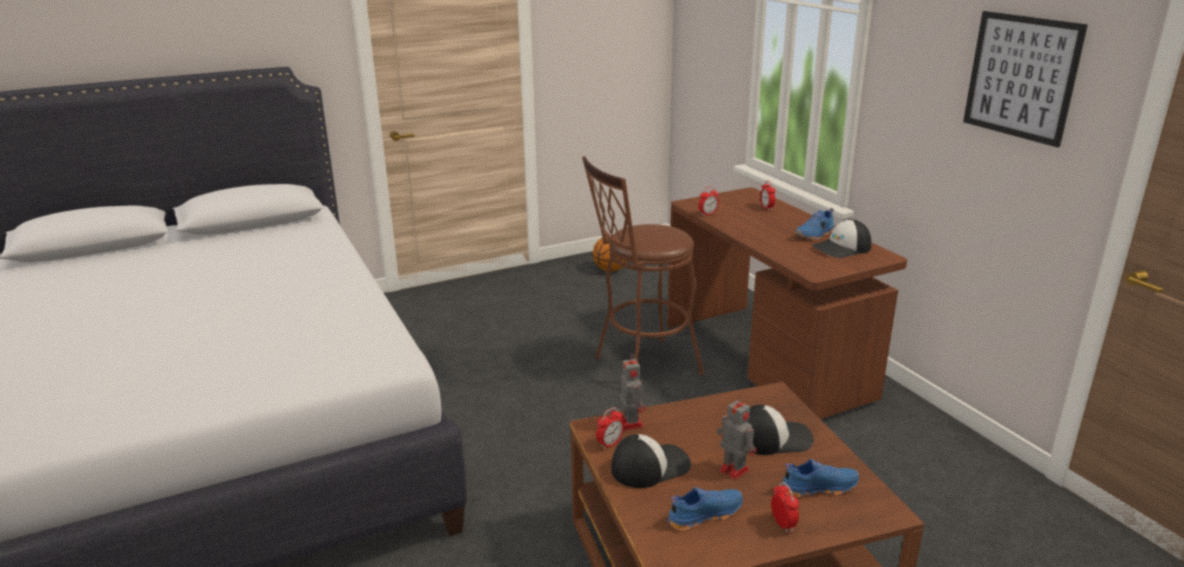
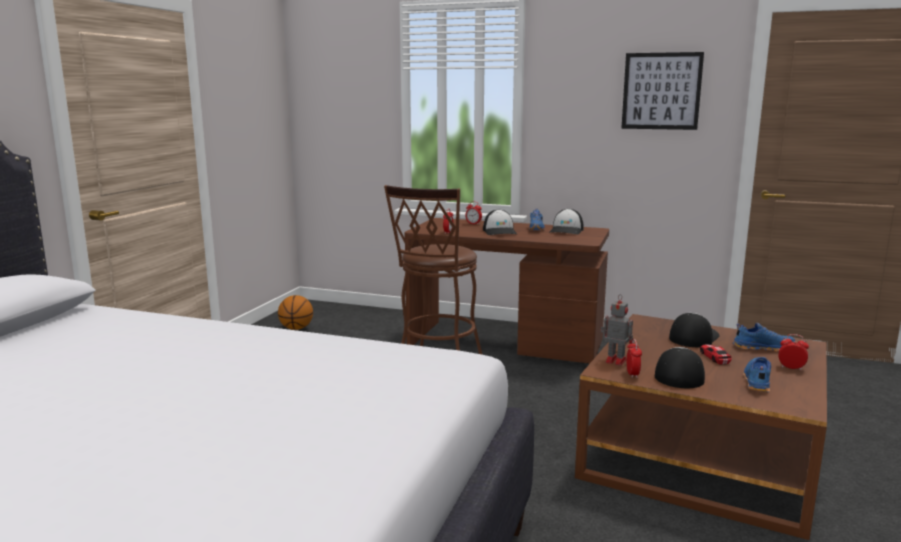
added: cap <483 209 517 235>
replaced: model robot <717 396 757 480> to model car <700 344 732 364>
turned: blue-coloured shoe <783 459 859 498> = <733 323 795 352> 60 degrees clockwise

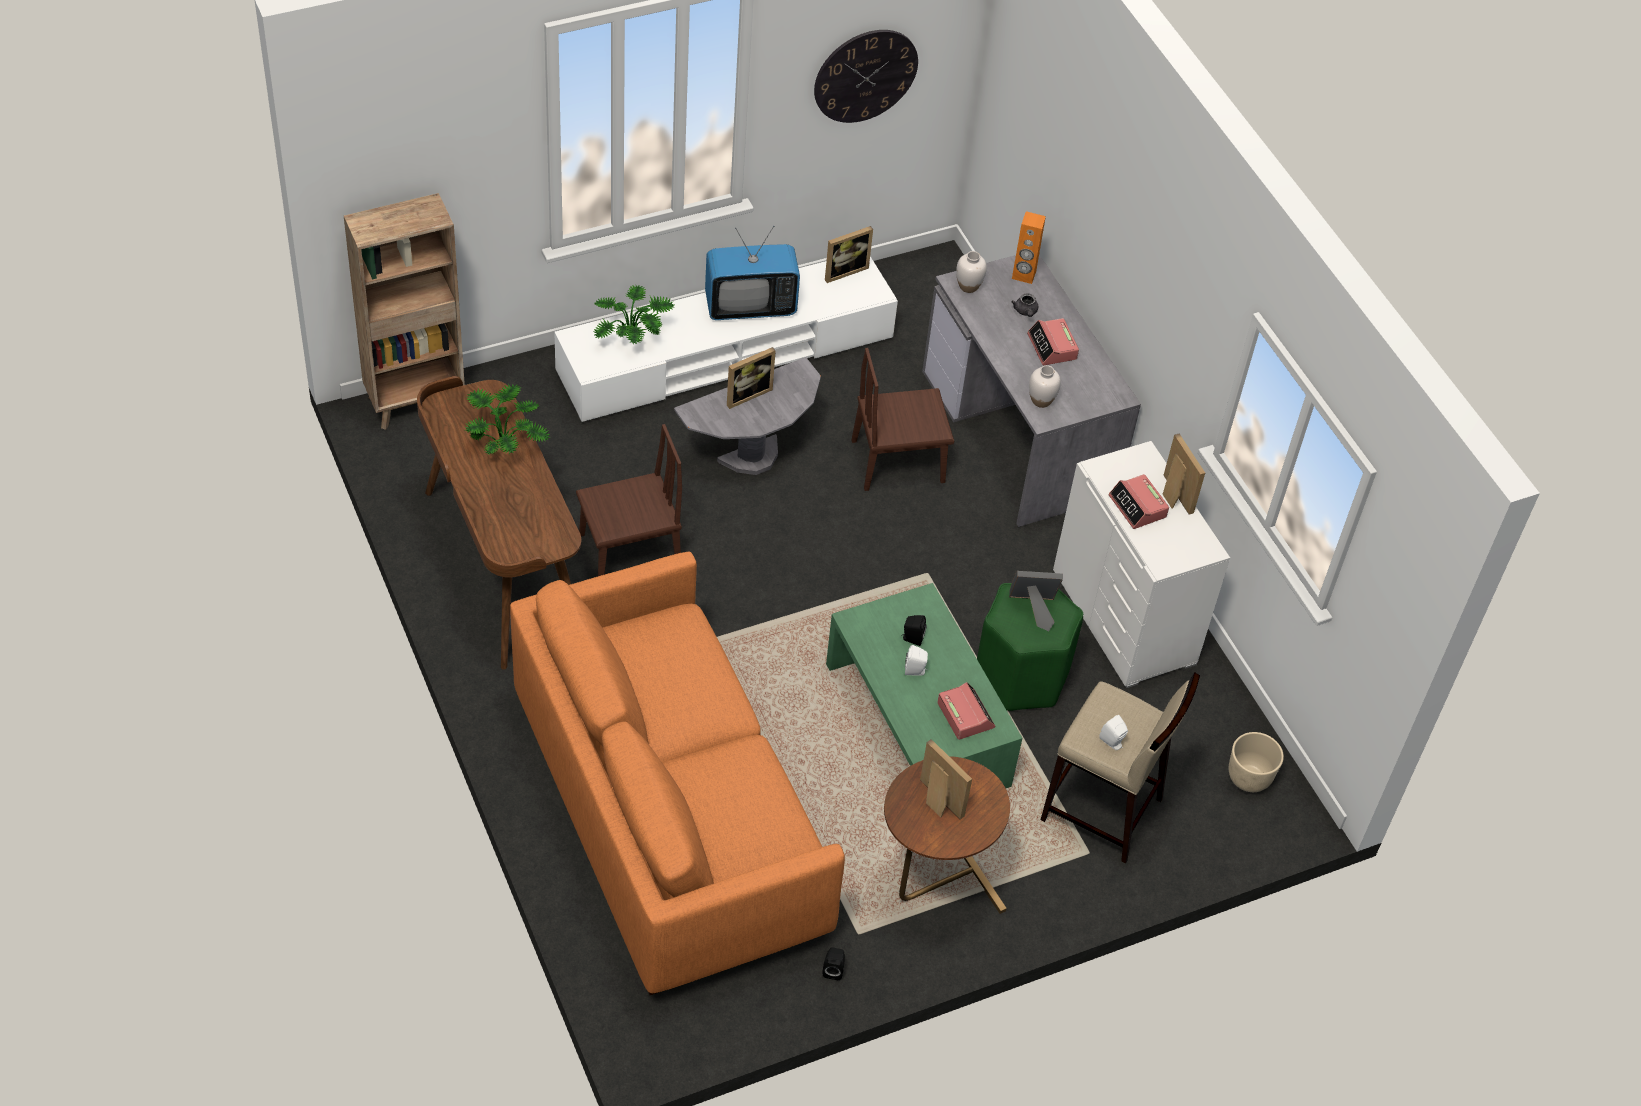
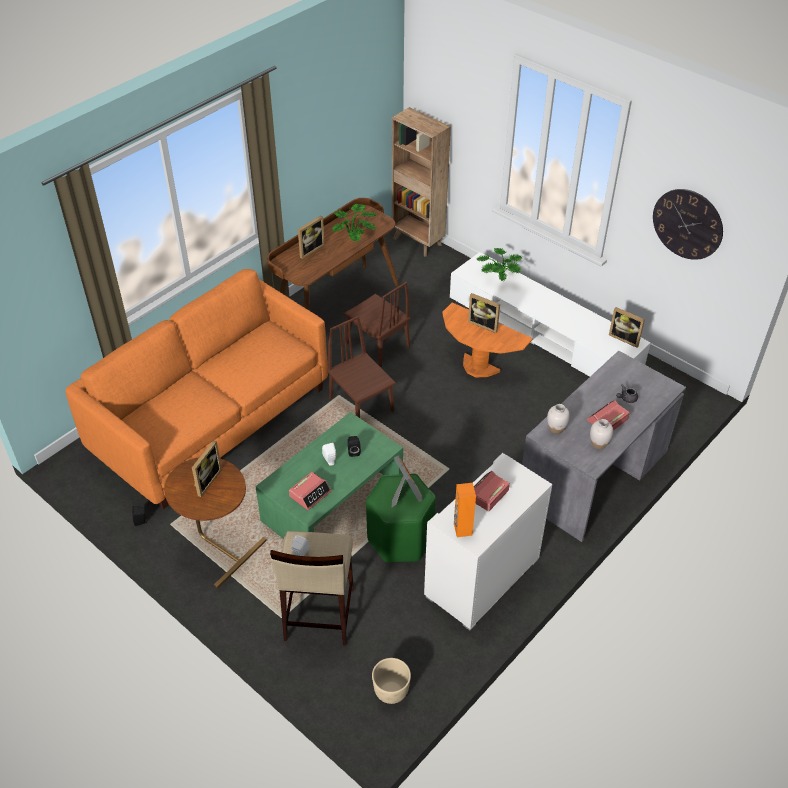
removed: TV <705 226 800 320>
moved: picture frame <1163 434 1205 515> to <298 216 325 259>; brown-coloured plain chair <852 348 954 491> to <327 316 396 418>; orange-coloured loudspeaker <1012 211 1046 284> to <454 483 476 537>; white vase <956 251 987 293> to <590 419 613 449>
recoloured: gray end table <674 357 821 475> to orange-coloured end table <442 302 533 377>

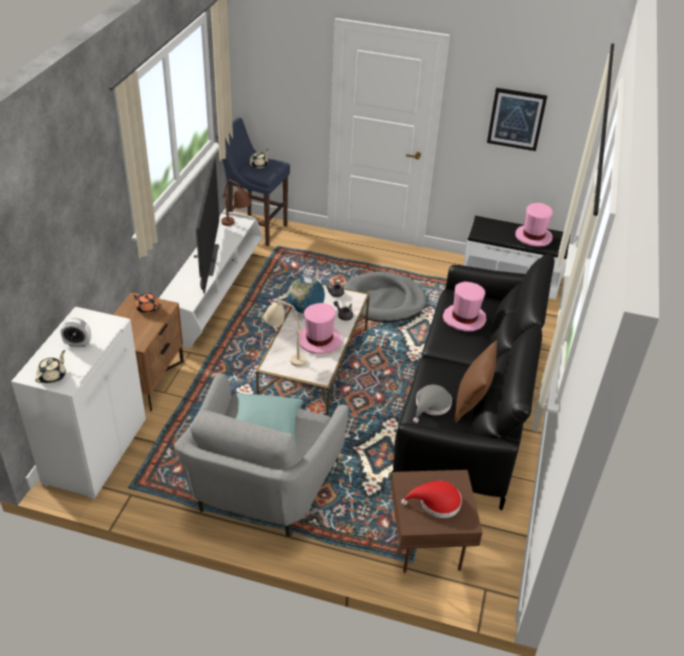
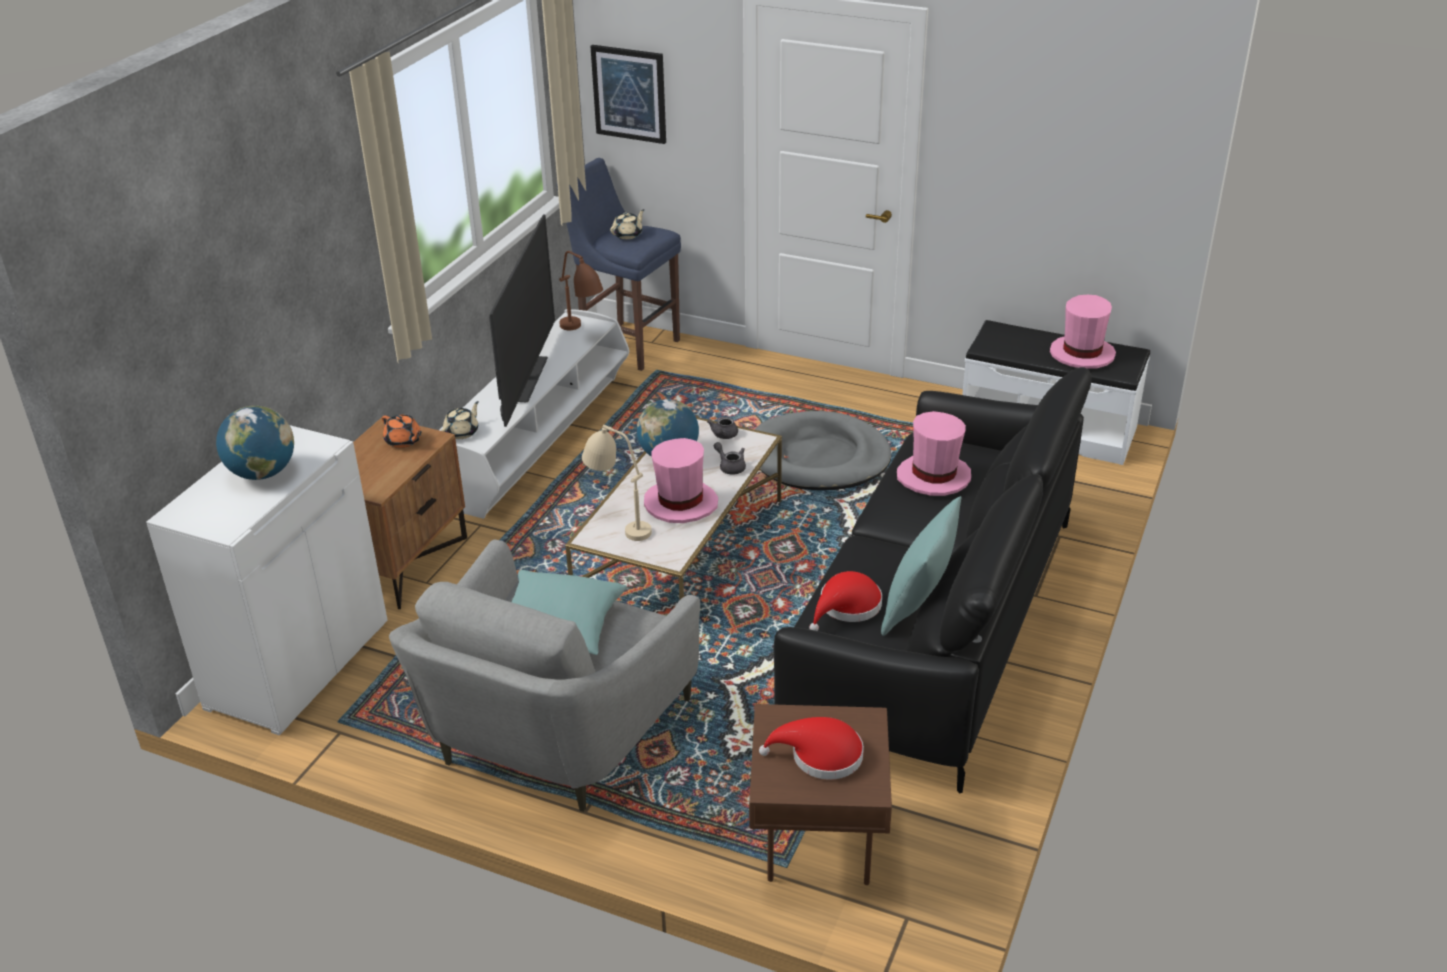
moved: beige-coloured teapot <35 350 66 384> to <442 401 479 439>; picture <487 88 547 151> to <590 45 666 144>
replaced: alarm clock <61 318 91 347> to desk globe <216 406 294 480>
recoloured: gray clothing hat <413 385 452 423> to red clothing hat <809 571 882 631>; brown-coloured throw pillow <454 341 497 423> to blue-green throw pillow <881 496 962 636>

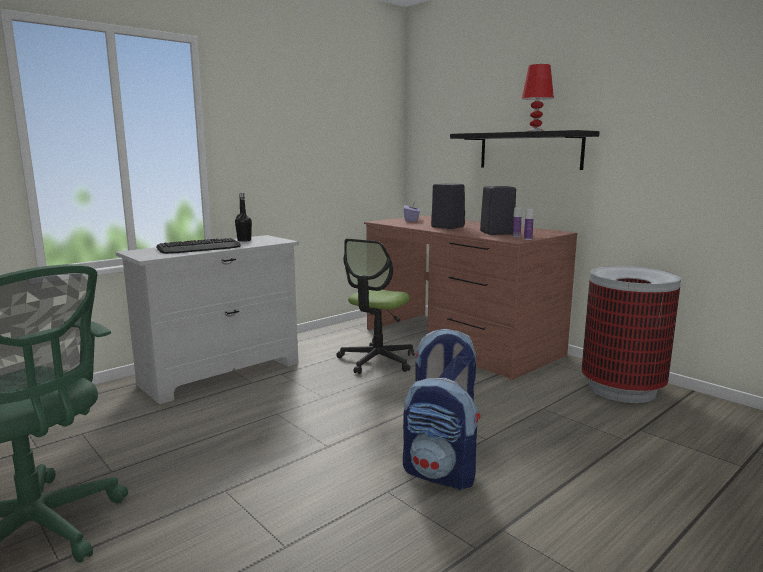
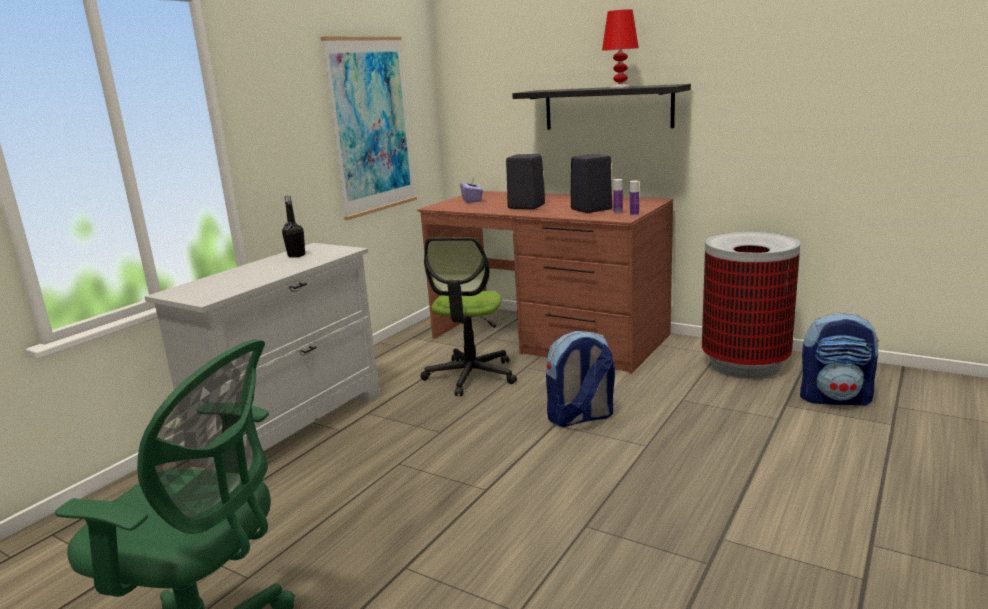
removed: keyboard <156 238 241 254>
added: picture <321 37 417 220>
moved: backpack <403 378 480 490> to <800 312 879 406>

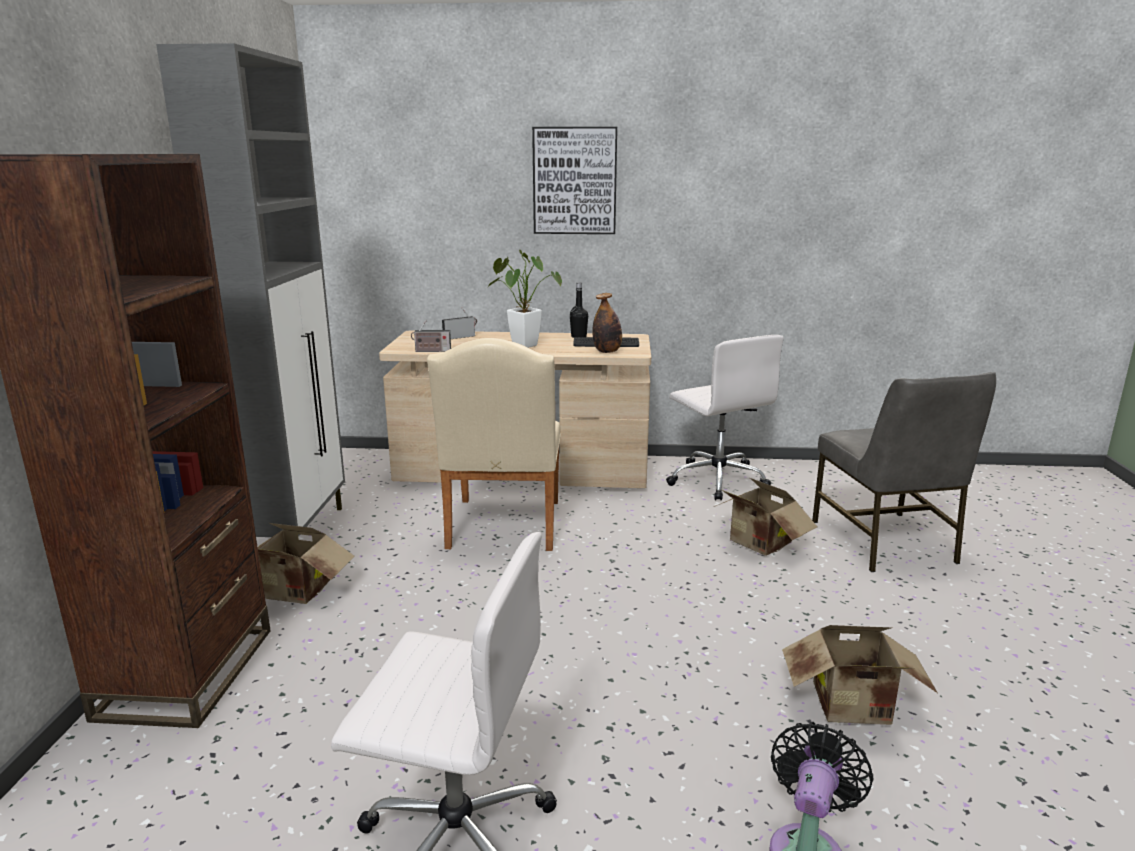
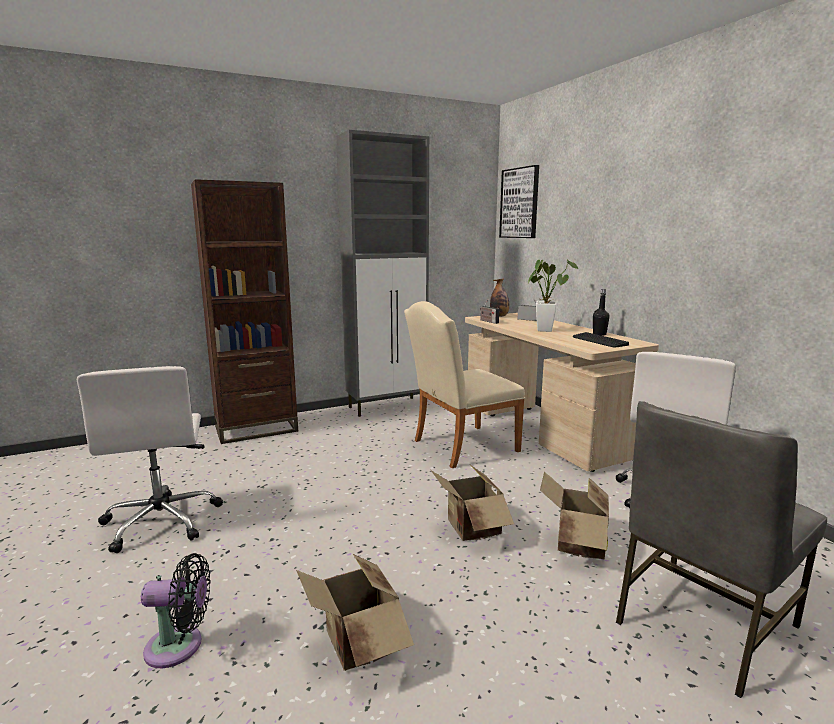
moved: carton <258 523 355 604> to <431 465 514 541>; beverage bottle <592 293 622 353> to <490 279 509 317>; picture <532 127 617 234> to <499 165 539 238>

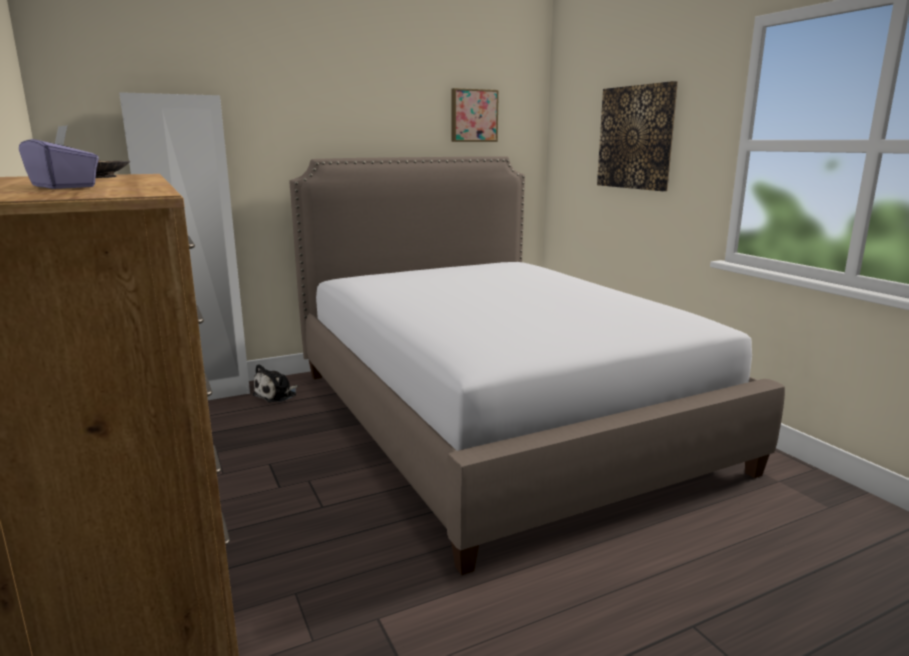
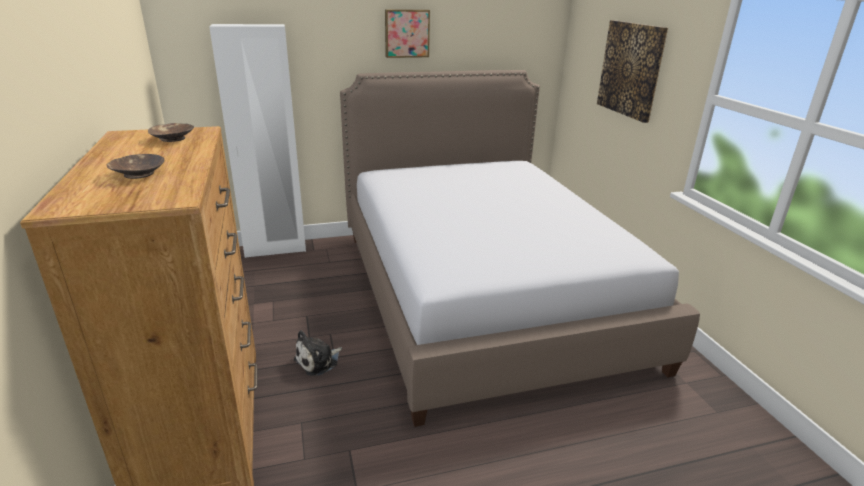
moved: cuddly toy <252 364 298 402> to <294 330 342 376>; picture <452 88 499 142> to <385 9 430 58>
replaced: purplish tissue holder <19 125 99 189> to brown-coloured deep dish <107 154 164 179>

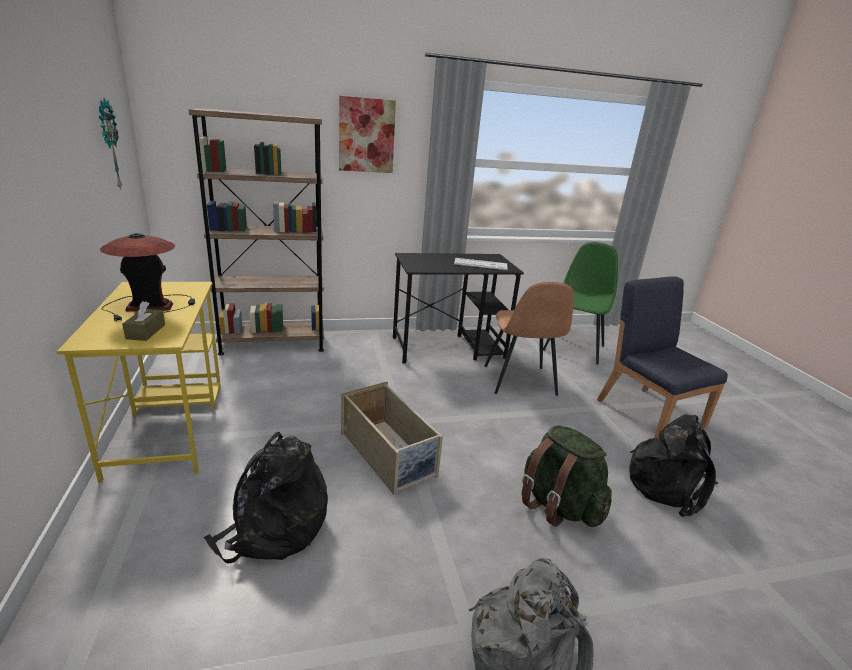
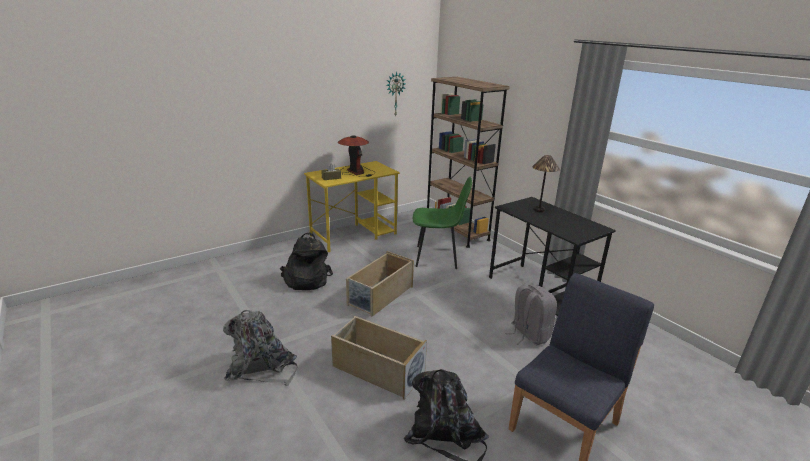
removed: picture <339 96 396 173>; keyboard <454 258 508 270>
added: tabletop lamp <532 155 560 212>
moved: green-coloured plain chair <543 242 618 364> to <413 176 472 269>
replaced: green-coloured backpack <521 425 612 527> to beige-coloured storage box <331 316 427 400>; brown-coloured plain chair <485 282 574 396> to gray backpack <505 285 557 345>

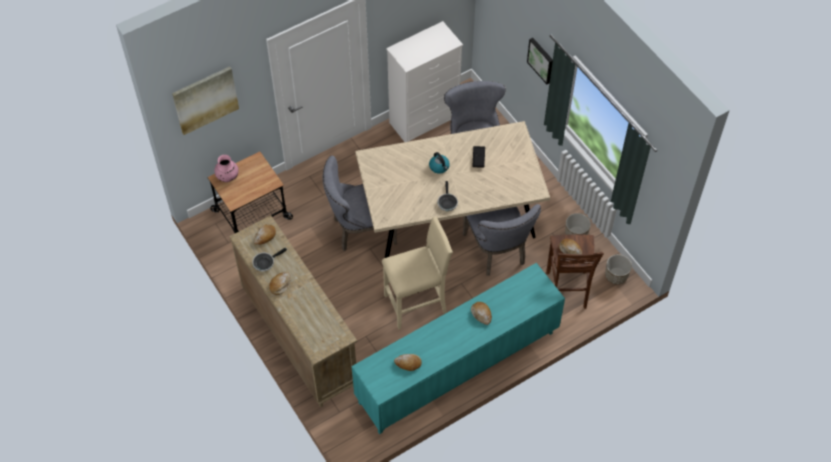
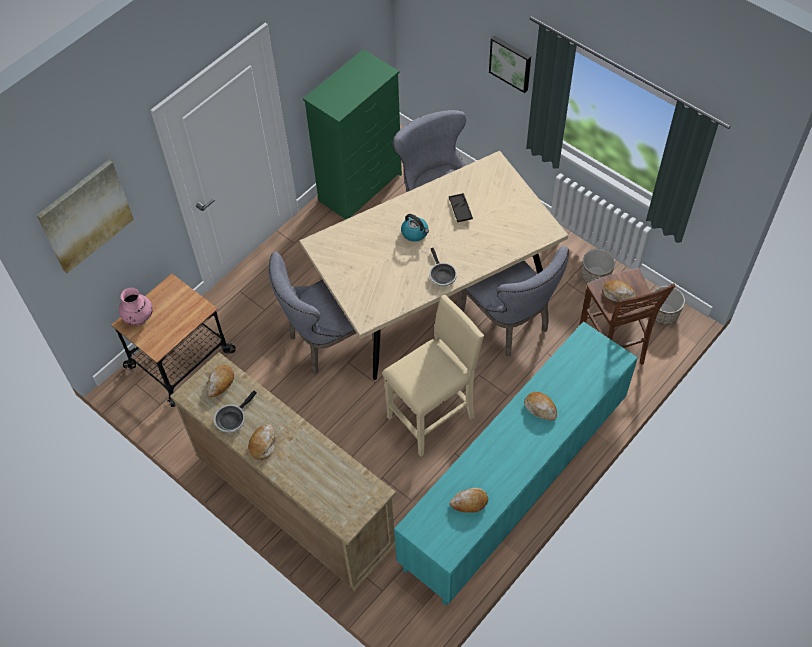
recoloured: white chest of drawers <386 21 463 142> to green-coloured chest of drawers <303 49 402 219>

